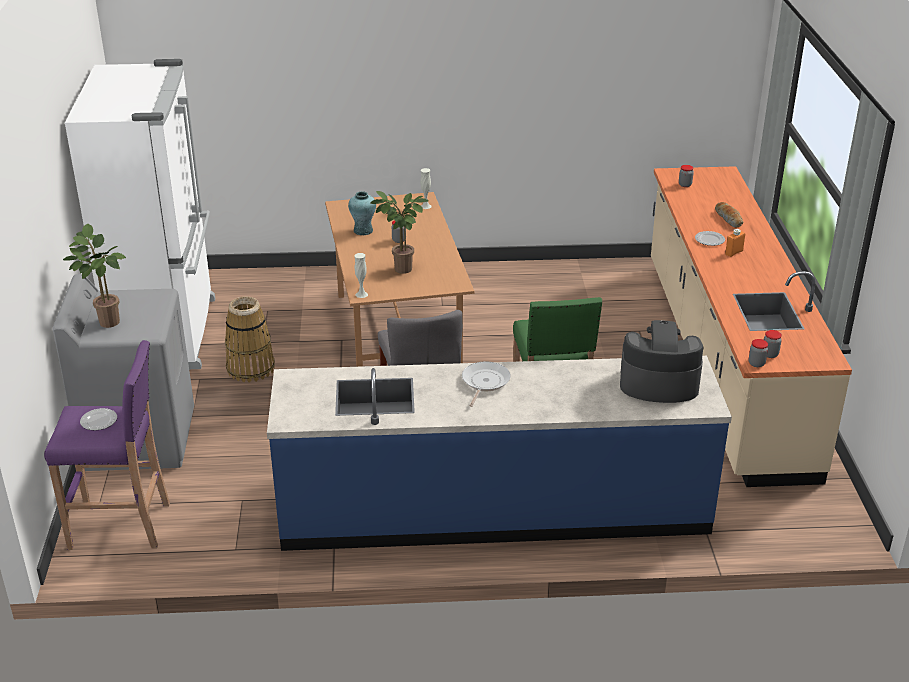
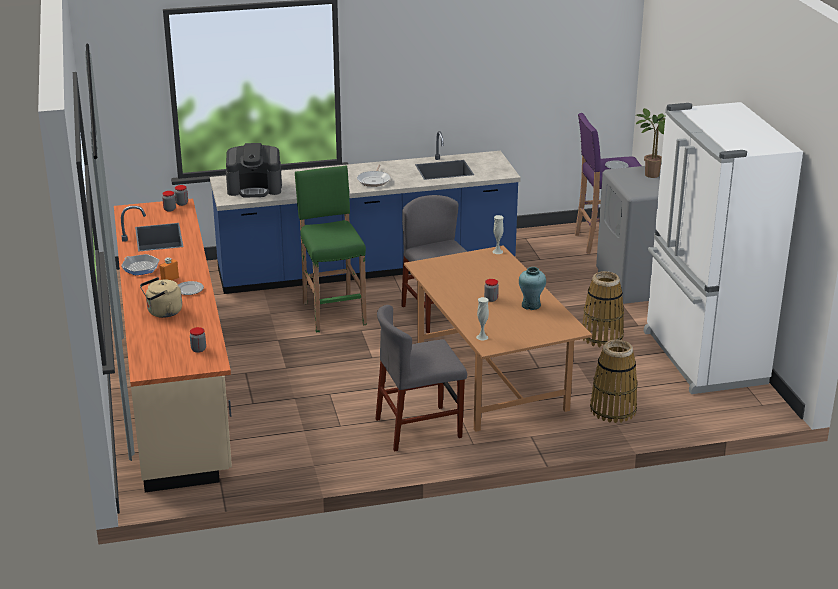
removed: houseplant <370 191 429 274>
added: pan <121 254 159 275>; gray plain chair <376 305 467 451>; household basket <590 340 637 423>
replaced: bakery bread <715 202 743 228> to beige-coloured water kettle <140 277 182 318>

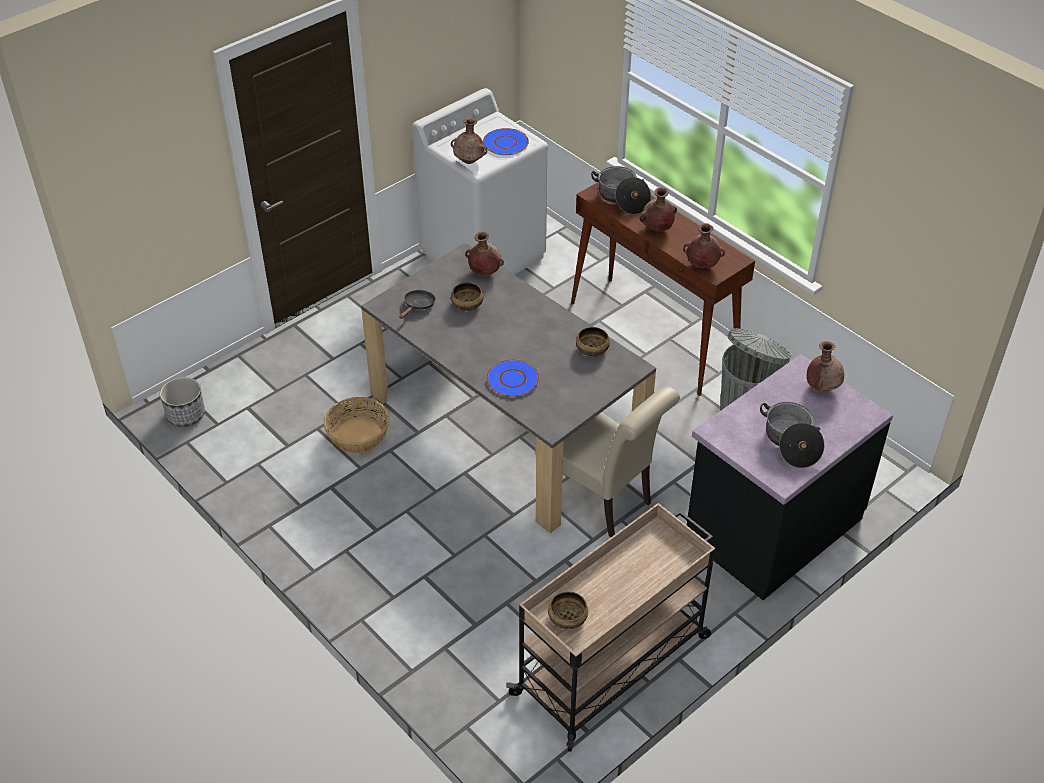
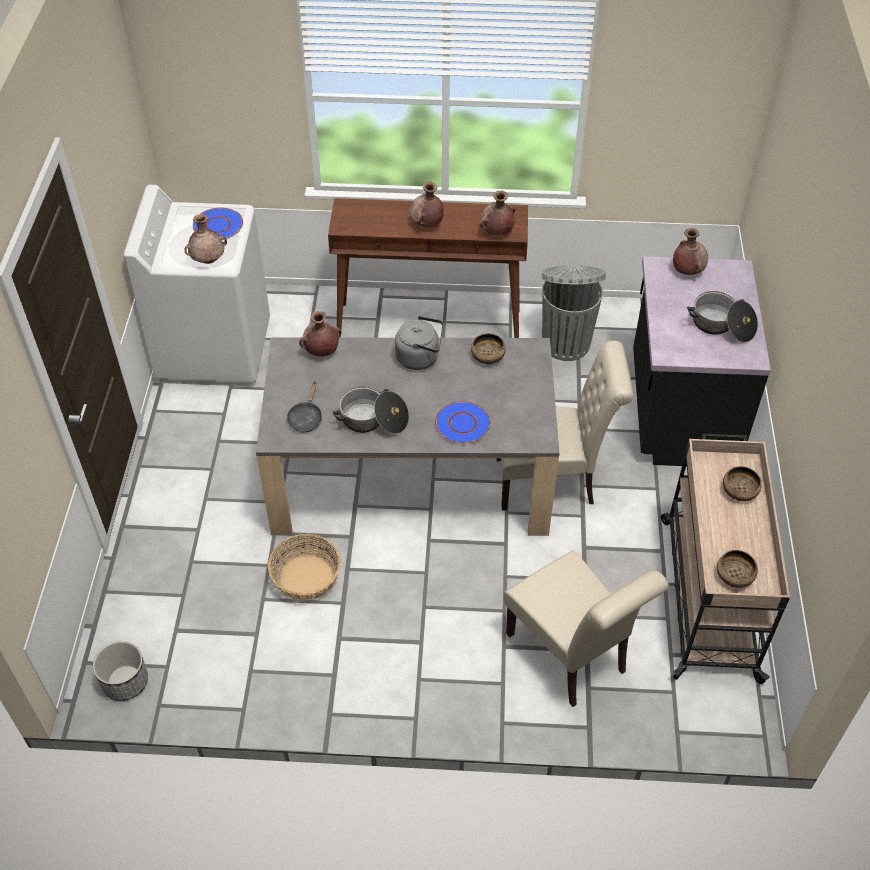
added: gray water kettle <395 316 443 370>; beige-coloured plain chair <504 550 669 707>
moved: cooking pot <591 166 651 215> to <333 386 409 434>; deep dish <451 282 484 311> to <723 466 762 501>
turned: blackish pan <399 290 436 319> = <287 381 322 432> 150 degrees counterclockwise

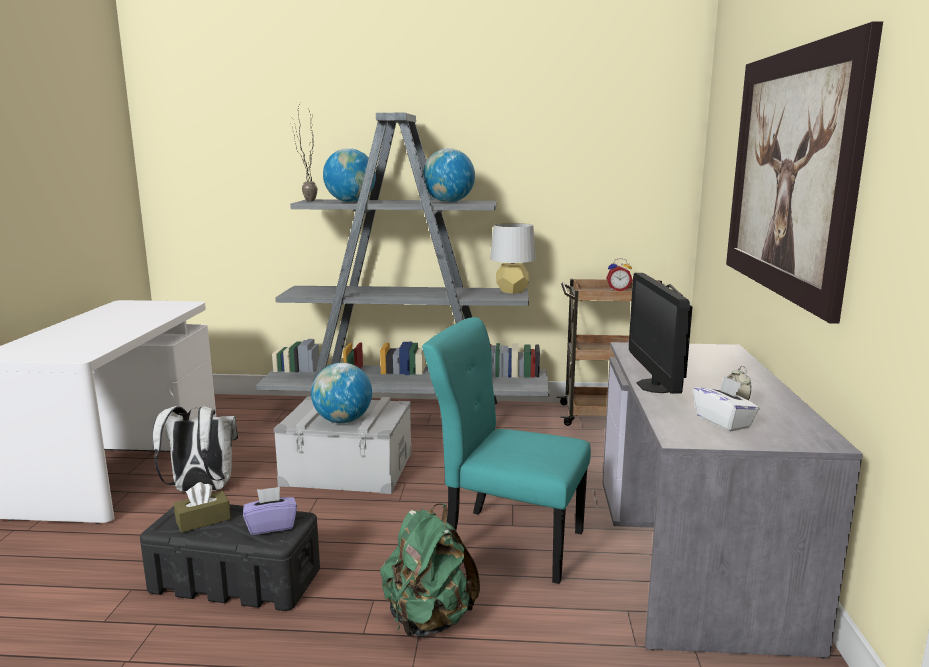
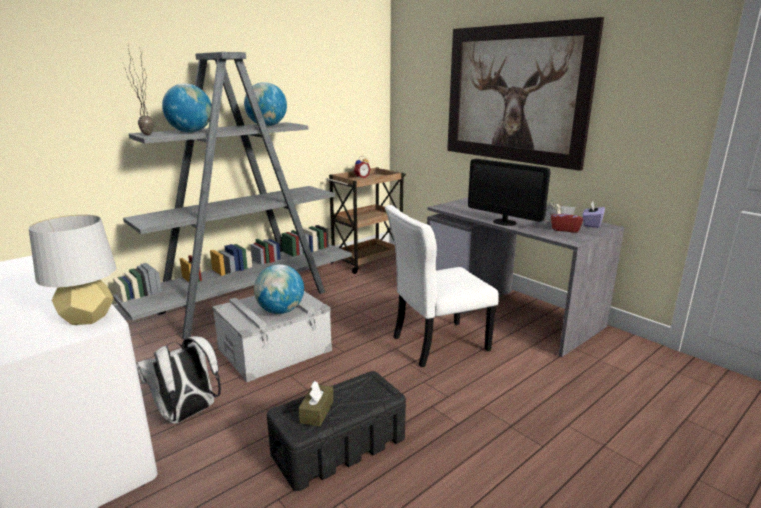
removed: green-coloured backpack <380 504 480 638>
moved: gray tabletop lamp <490 223 536 294> to <29 214 117 325>; purplish tissue holder <243 487 297 535> to <583 202 605 228>
recoloured: blue-green plain chair <422 317 591 584> to white plain chair <385 205 499 367>; white tissue holder <693 376 760 432> to red tissue holder <551 206 583 233>

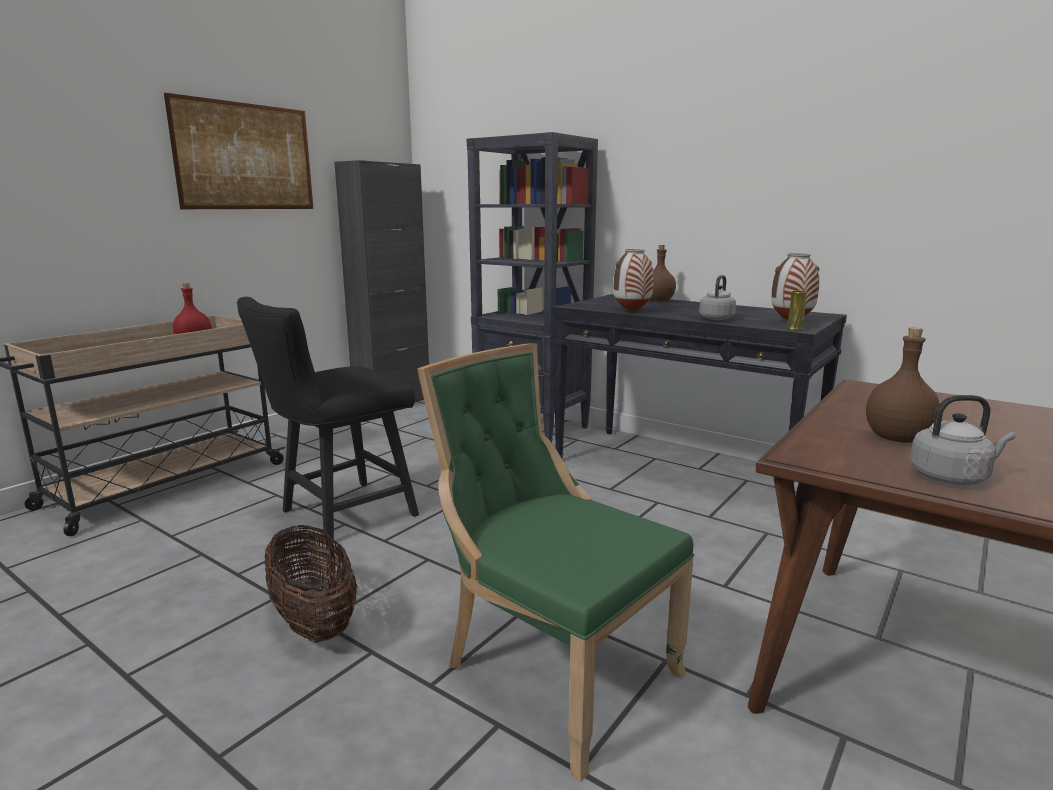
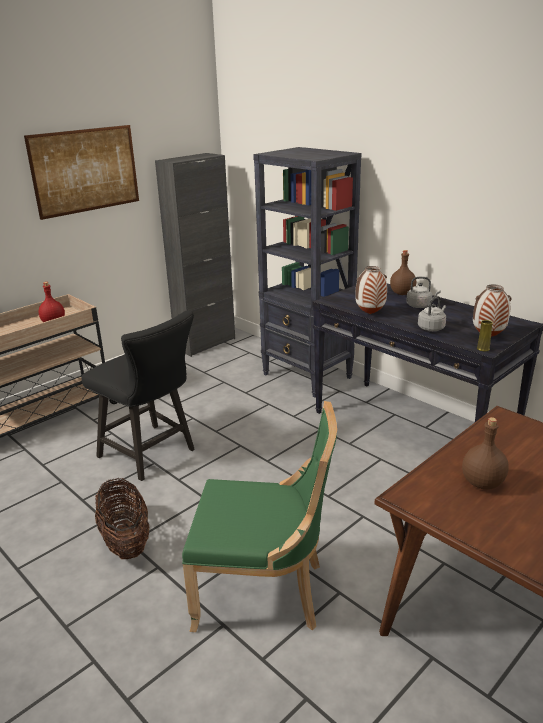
moved: gray water kettle <910 395 1015 485> to <406 277 441 308>
turned: blackish plain chair <237 297 419 544> = <81 311 195 481> 105 degrees counterclockwise; green-coloured plain chair <417 343 694 782> = <182 401 337 632> 135 degrees clockwise

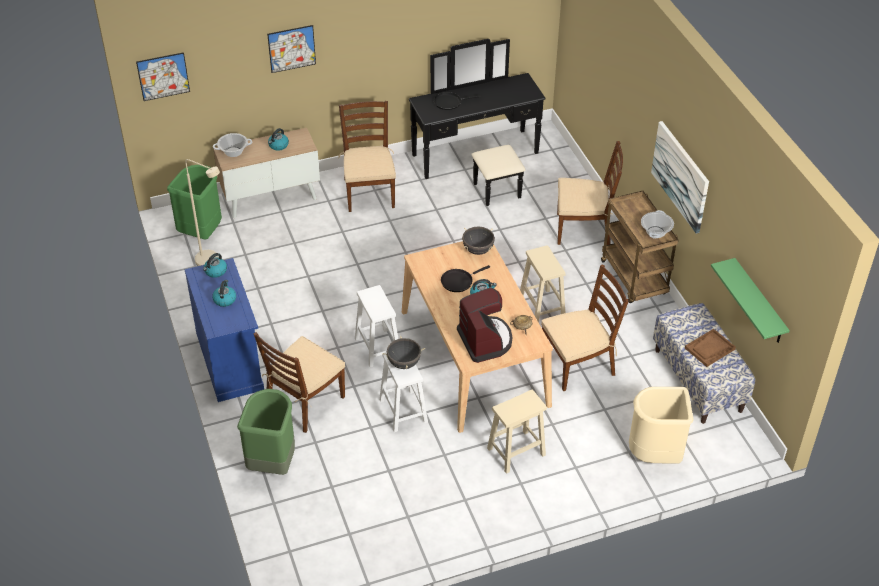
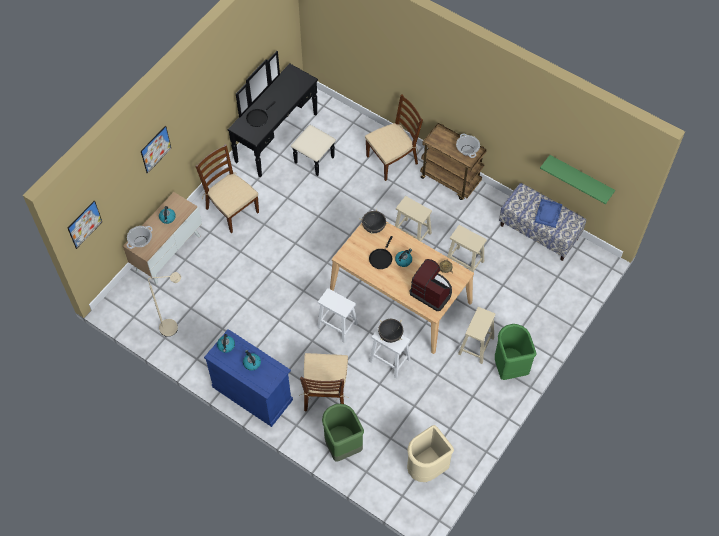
removed: picture <651 121 709 234>
moved: beige-coloured waste bin <629 387 693 464> to <407 425 454 482>; green-coloured waste bin <167 165 222 240> to <495 324 537 380>
replaced: brown-coloured plain chair <541 264 629 391> to beige-coloured sitting stool <447 225 487 273>
recoloured: brown-coloured carrying tray <685 329 736 367> to blue-coloured carrying tray <535 199 563 228>

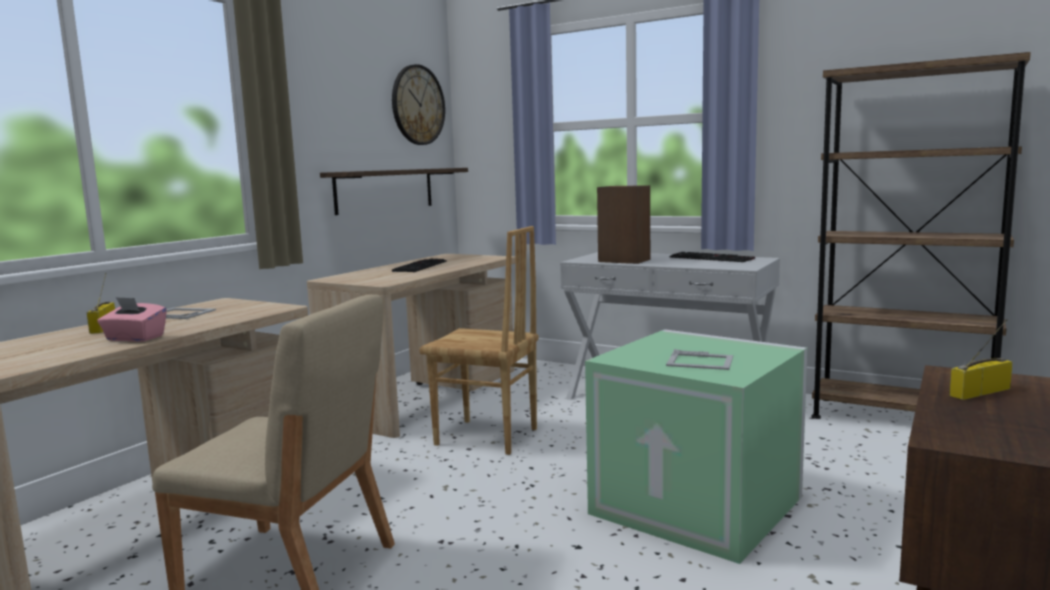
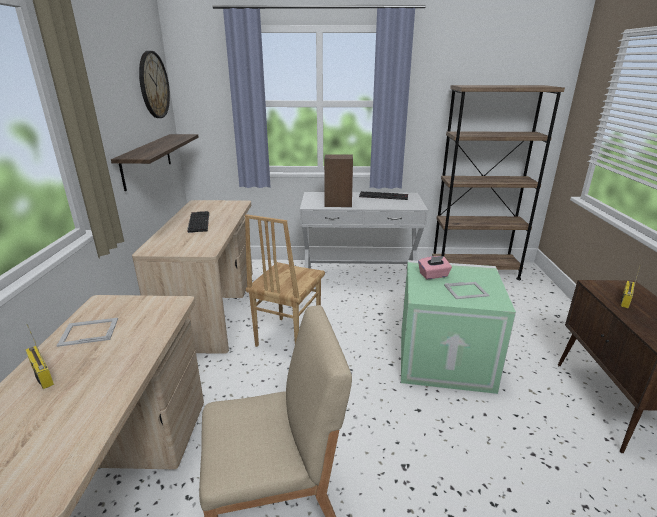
moved: pink tissue holder <97 297 167 342> to <418 256 452 279>
turned: brown-coloured plain chair <419 226 539 455> = <245 214 325 347> 120 degrees clockwise

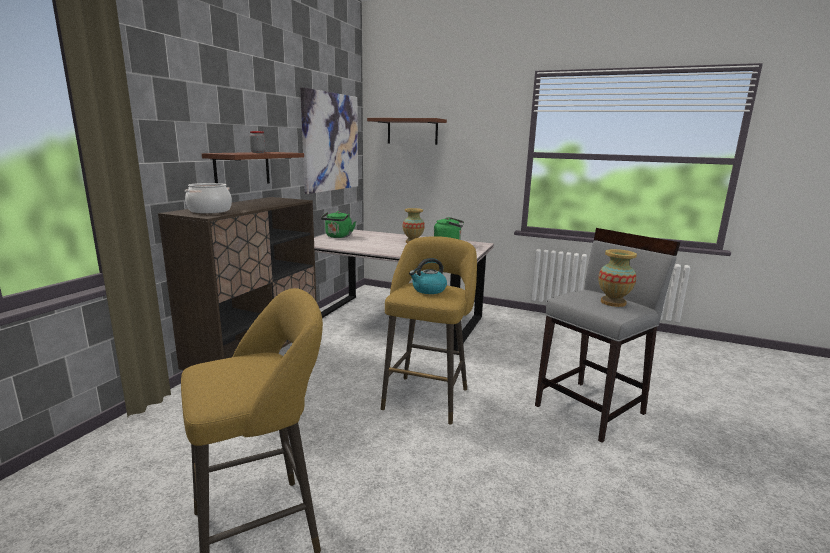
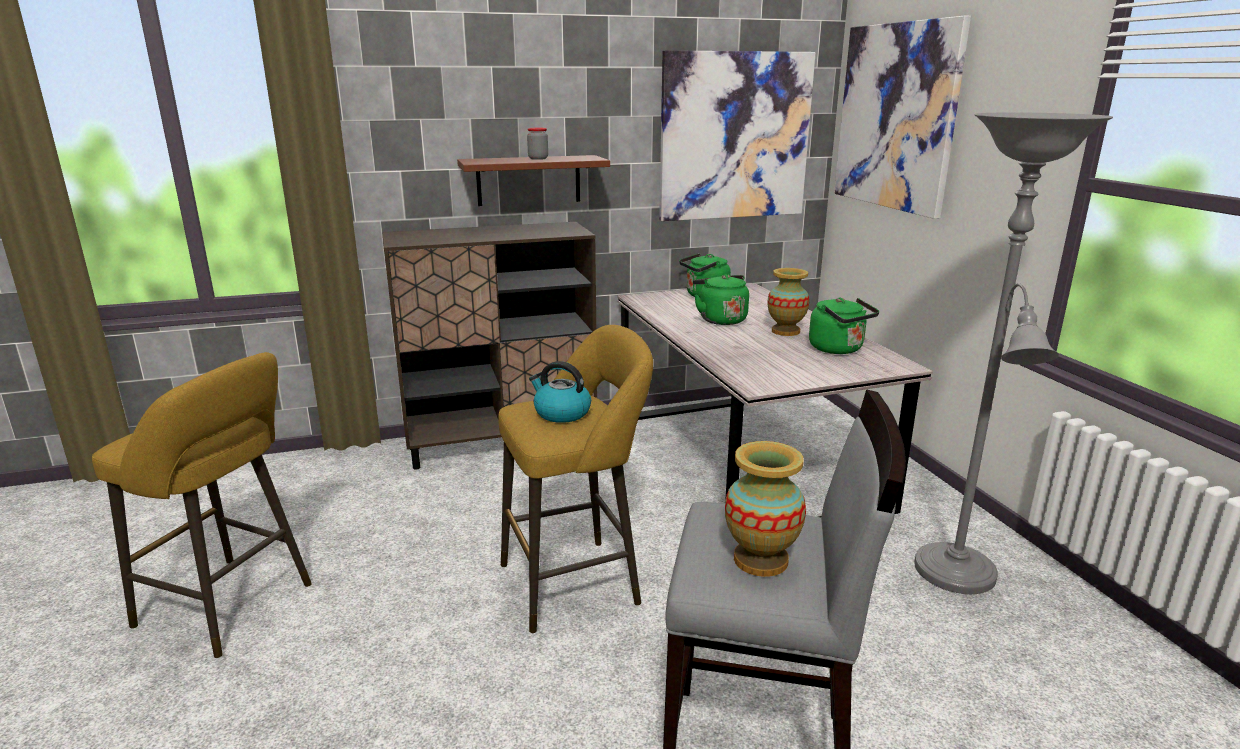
removed: cooking pot <185 183 232 214>
added: green-coloured water kettle <693 274 749 325>; gray standard lamp <914 112 1113 594>
replaced: brown-coloured shelf <367 118 447 145> to picture <834 16 971 219>

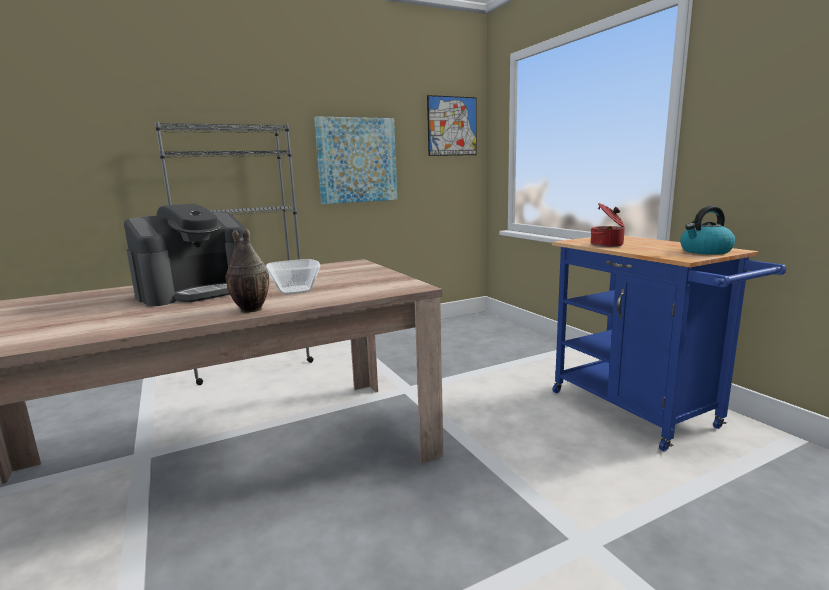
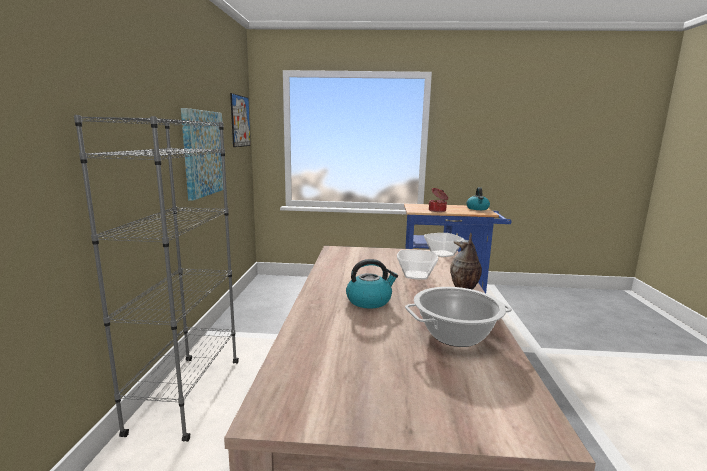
added: cooking pot <405 287 512 347>; deep dish <424 233 464 257>
replaced: coffee maker <124 204 246 306> to water kettle <346 259 398 309>

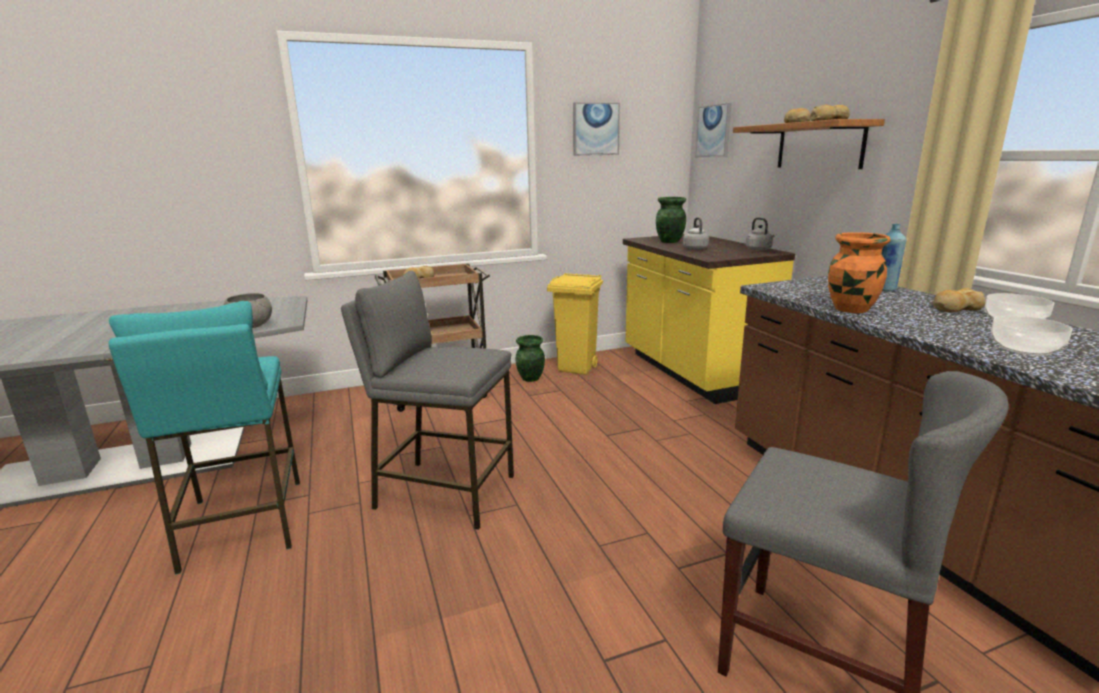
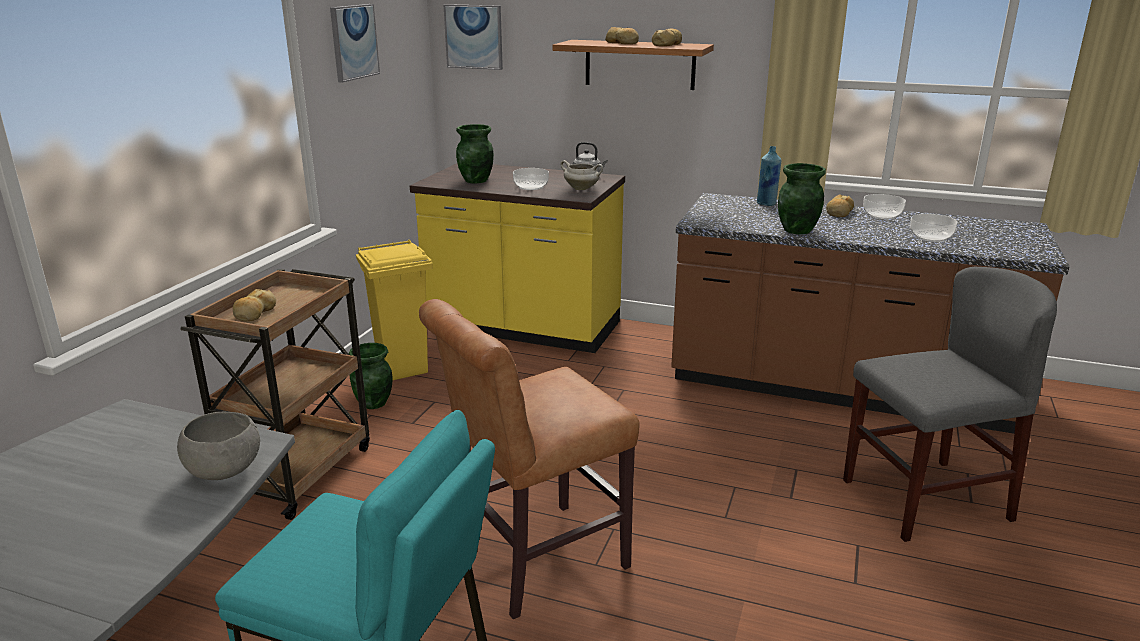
added: white cooking pot <560 160 603 190>
replaced: gray sitting stool <341 271 514 530> to brown-coloured plain chair <419 299 640 619>; gray water kettle <683 217 709 250> to deep dish <513 168 549 190>
recoloured: orange-coloured vase <828 232 891 313> to green-coloured vase <778 163 826 234>

